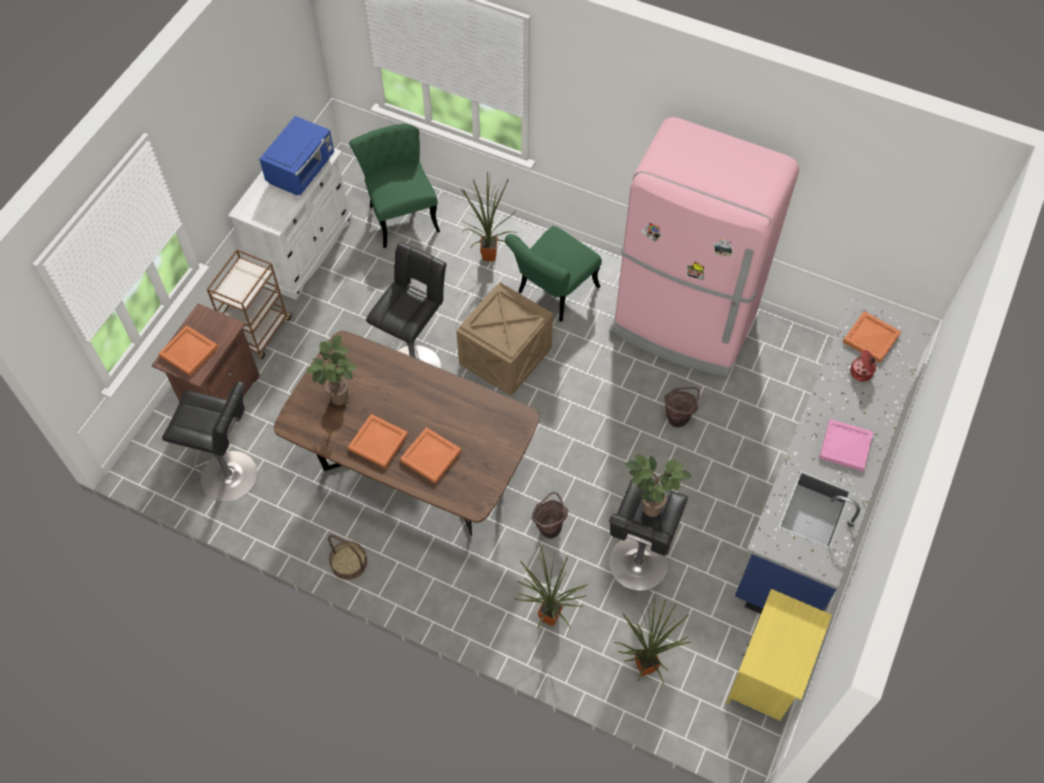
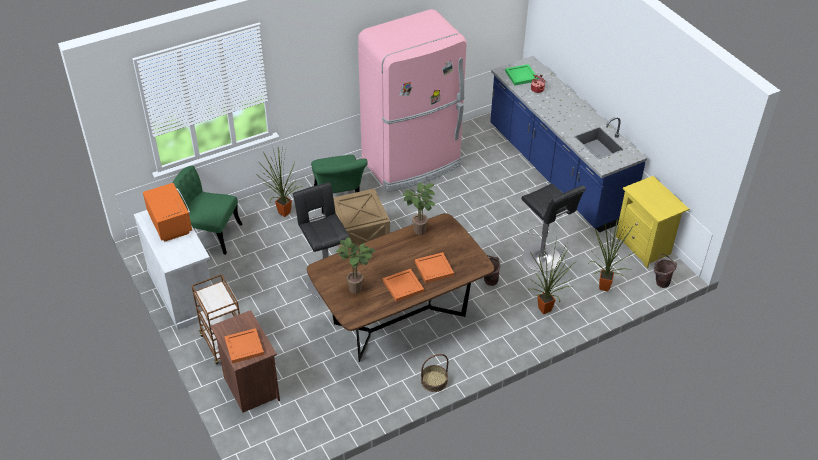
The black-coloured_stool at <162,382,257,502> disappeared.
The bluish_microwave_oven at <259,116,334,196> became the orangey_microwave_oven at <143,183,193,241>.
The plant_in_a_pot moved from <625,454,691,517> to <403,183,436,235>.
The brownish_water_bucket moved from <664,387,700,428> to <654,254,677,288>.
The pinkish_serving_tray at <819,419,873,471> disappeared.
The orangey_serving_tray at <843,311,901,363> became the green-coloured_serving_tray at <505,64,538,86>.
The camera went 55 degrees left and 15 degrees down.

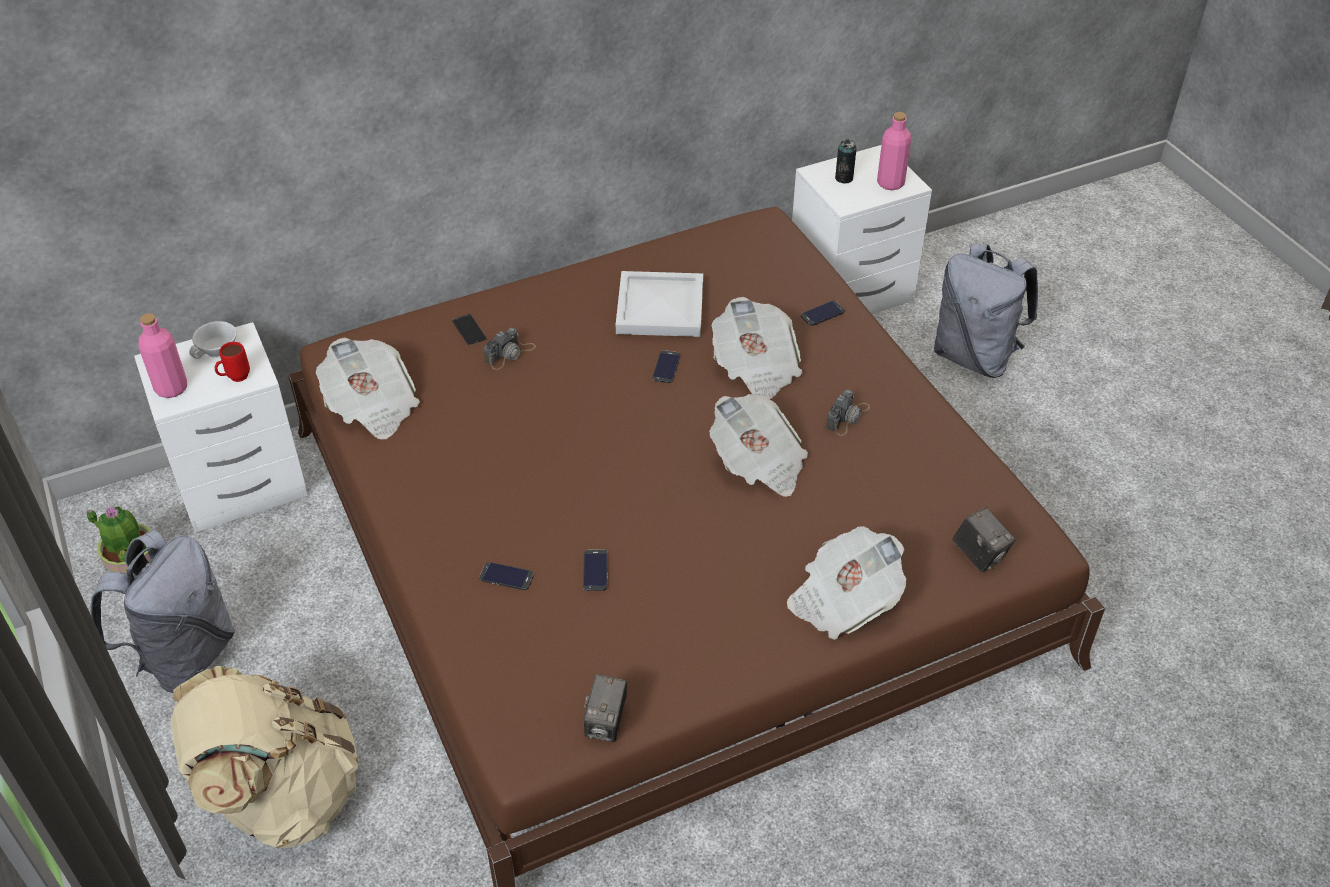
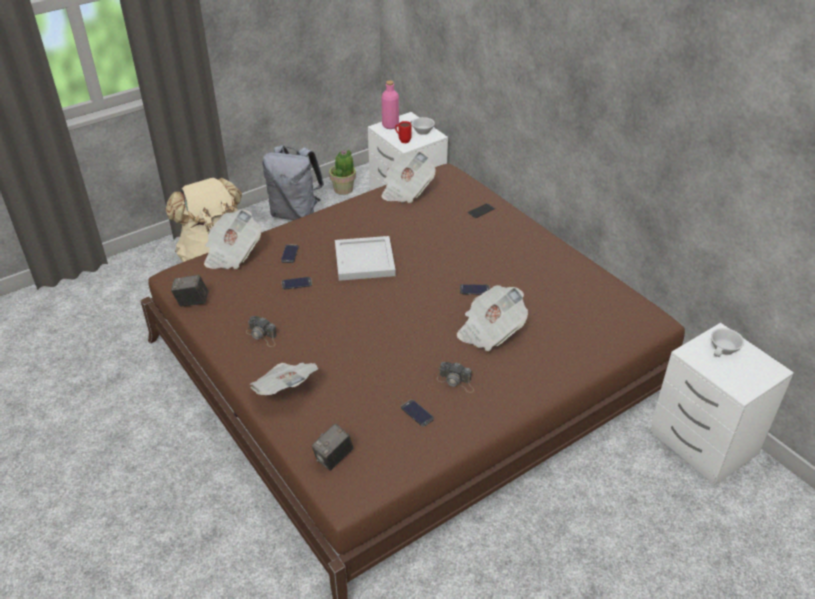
The still_camera moved from <484,328,536,370> to <246,316,277,347>.
The white-coloured_serving_tray moved from <616,271,703,337> to <335,236,396,281>.
The newspaper moved from <709,394,808,497> to <204,210,261,269>.
The handset moved from <801,301,845,326> to <401,399,434,427>.
The sealed_can at <835,139,857,183> was replaced by the white-coloured_small_cup at <711,328,744,357>.
The pinkish_beverage_bottle at <877,112,911,190> disappeared.
The gray_knapsack at <934,244,1038,378> disappeared.
The camera went 80 degrees right and 5 degrees down.

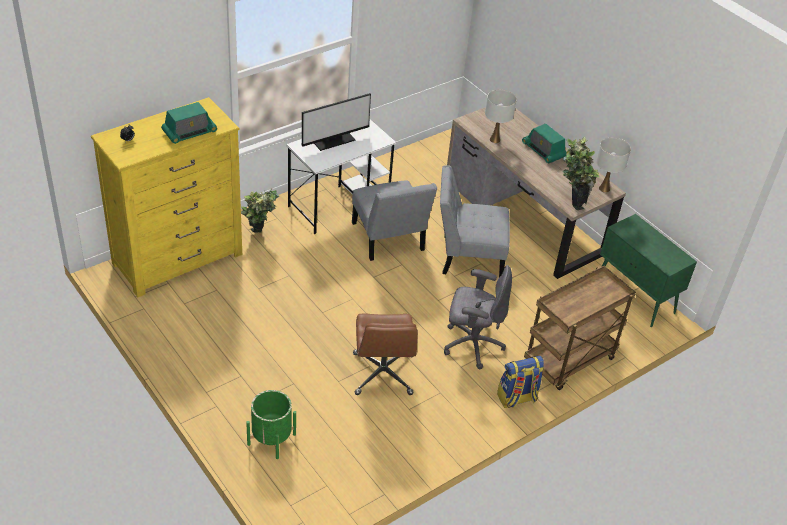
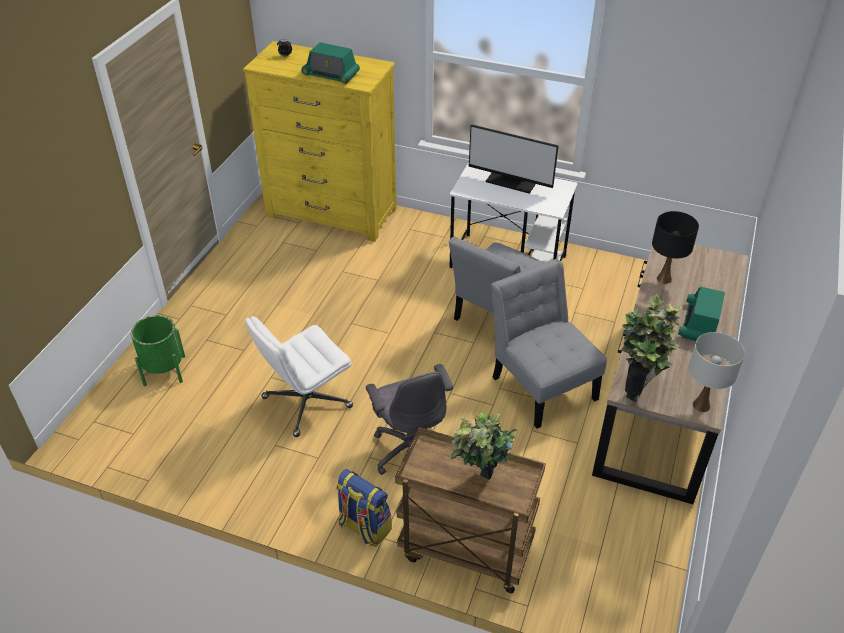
The plant_in_a_pot moved from <241,189,279,233> to <450,413,517,480>.
The brownish_computer_chair at <353,313,418,395> became the white-coloured_computer_chair at <245,316,353,437>.
The white-coloured_lamp_for_a_table at <485,90,517,143> became the black-coloured_lamp_for_a_table at <652,211,699,284>.
The green-coloured_storage_cabinet at <600,214,697,327> disappeared.
The camera went 60 degrees right and 0 degrees up.

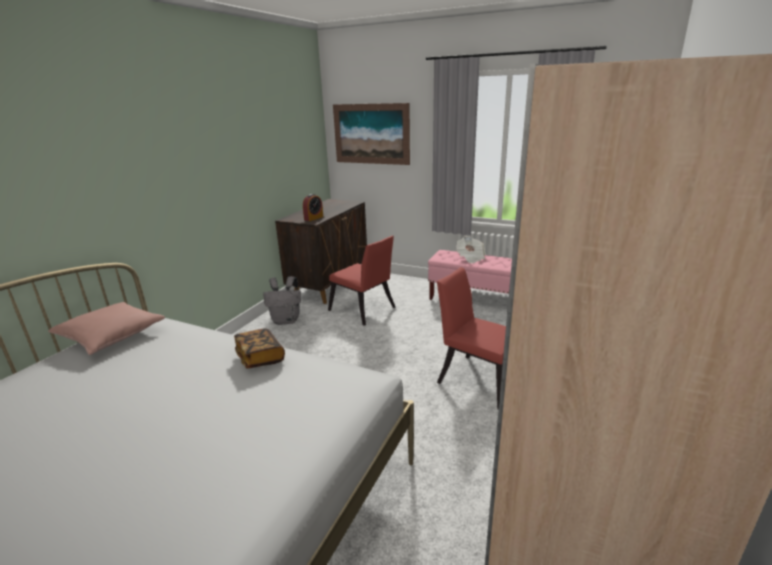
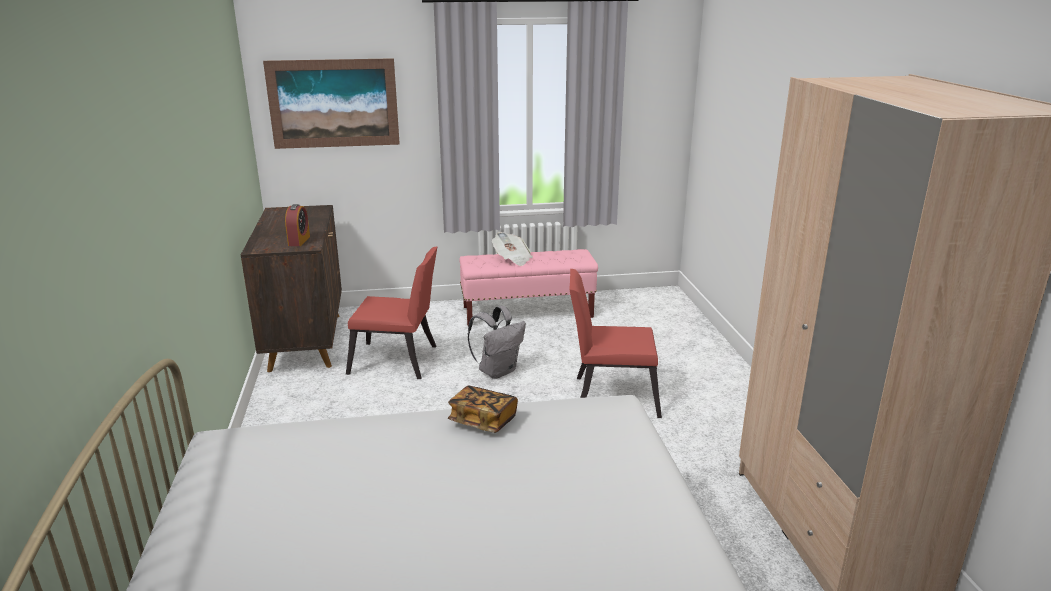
The pinkish_pillow at <48,302,165,355> disappeared.
The gray_knapsack moved from <263,276,301,325> to <468,306,526,379>.
The camera went 35 degrees left and 0 degrees up.

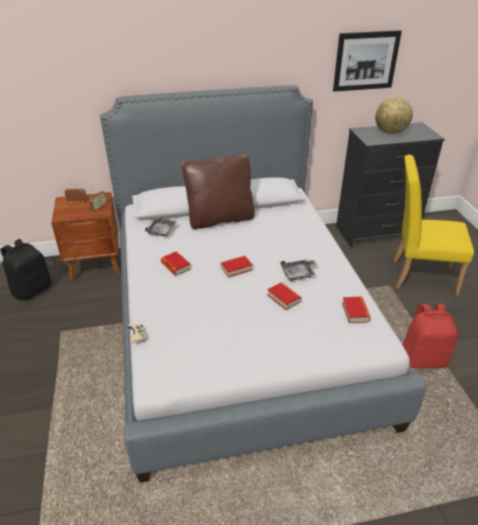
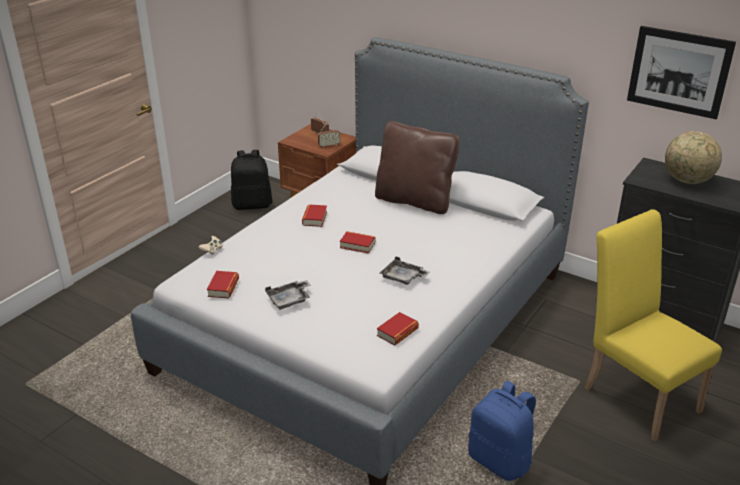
The gray_serving_tray moved from <145,216,177,237> to <265,280,311,310>.
The volume moved from <267,282,302,310> to <207,271,239,299>.
The reddish_knapsack at <403,304,458,368> became the bluish_knapsack at <468,381,536,481>.
The camera went 45 degrees right and 5 degrees down.

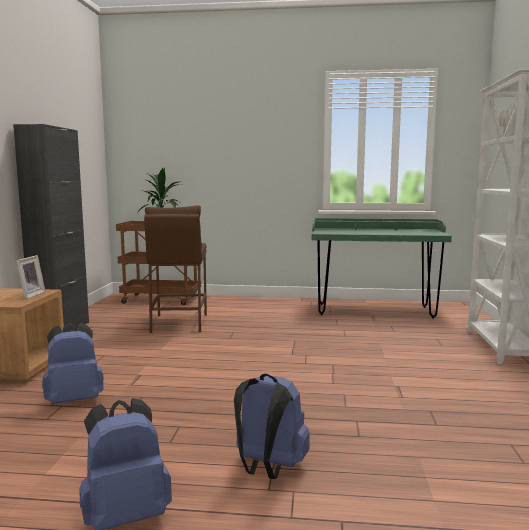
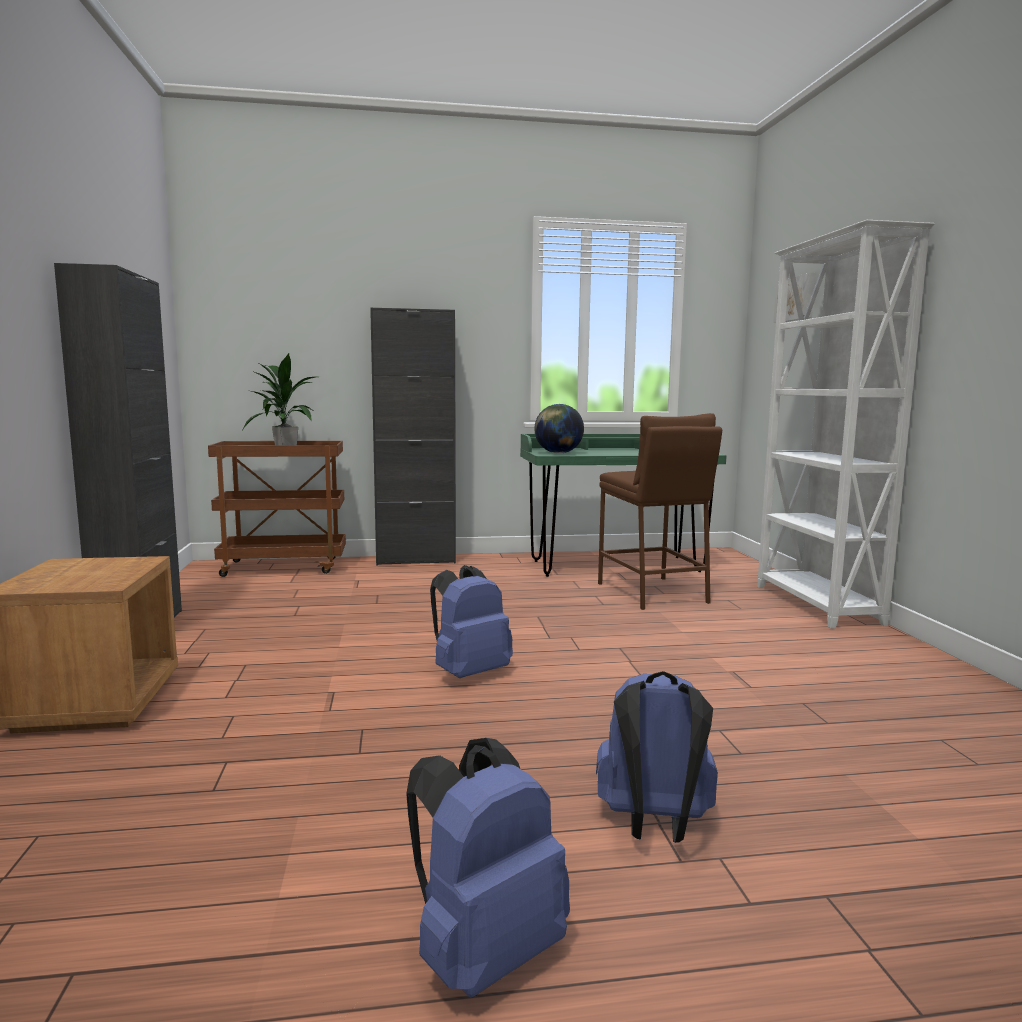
The standing_frame at <16,255,46,299> disappeared.
The bluish_knapsack moved from <42,323,104,404> to <430,565,513,678>.
The brownish_stool moved from <144,205,207,333> to <598,413,722,610>.
The black-coloured_storage_cabinet at <370,308,456,566> appeared.
The desk_globe at <534,404,584,453> appeared.
The camera went 15 degrees left and 0 degrees up.

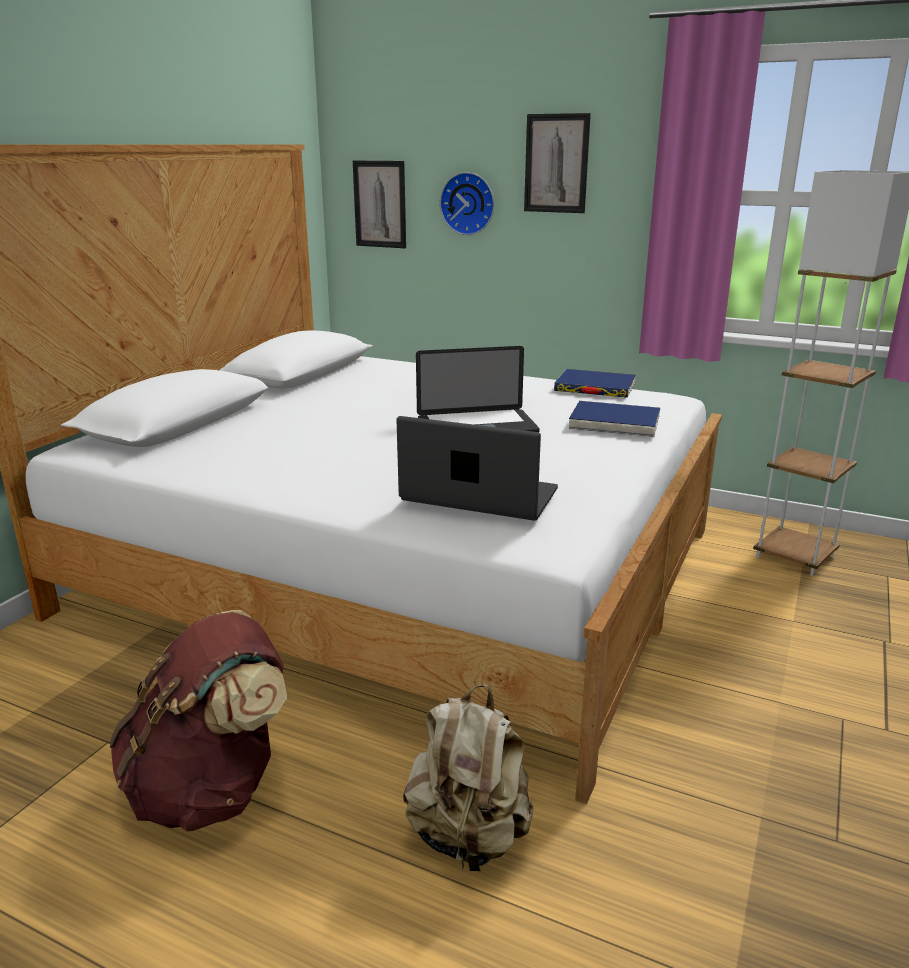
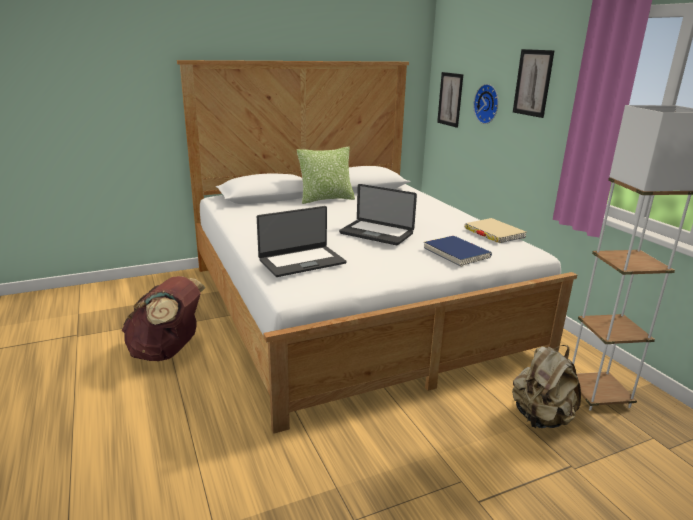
The portable_computer at <396,416,558,521> turned 90 degrees clockwise.
The beige_knapsack moved from <403,685,533,874> to <512,345,581,428>.
The bluish_volume at <554,369,636,398> became the beige_volume at <464,218,526,243>.
The pillow at <297,147,355,204> appeared.
The camera went 40 degrees right and 0 degrees up.

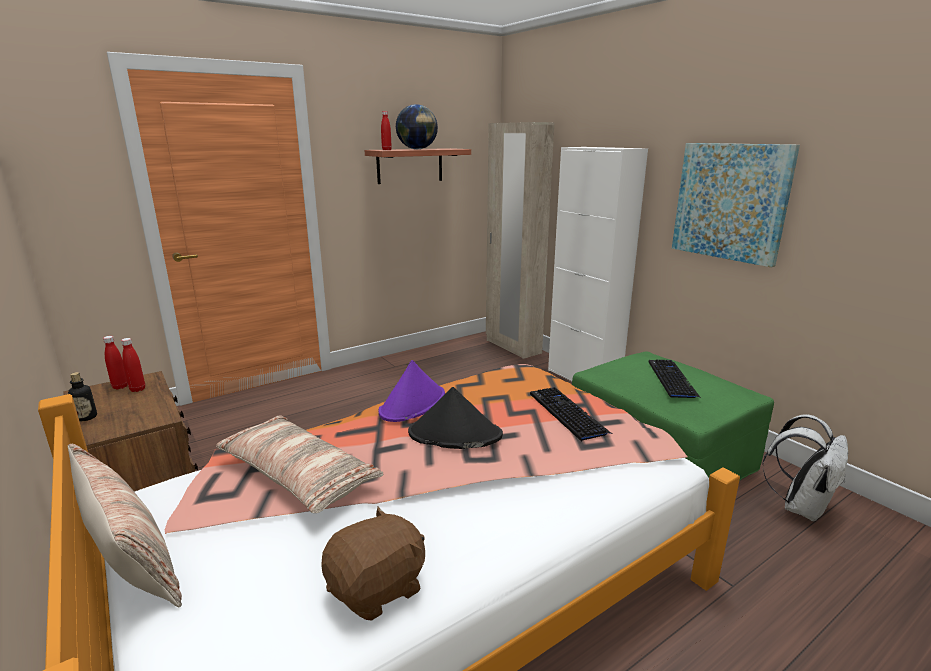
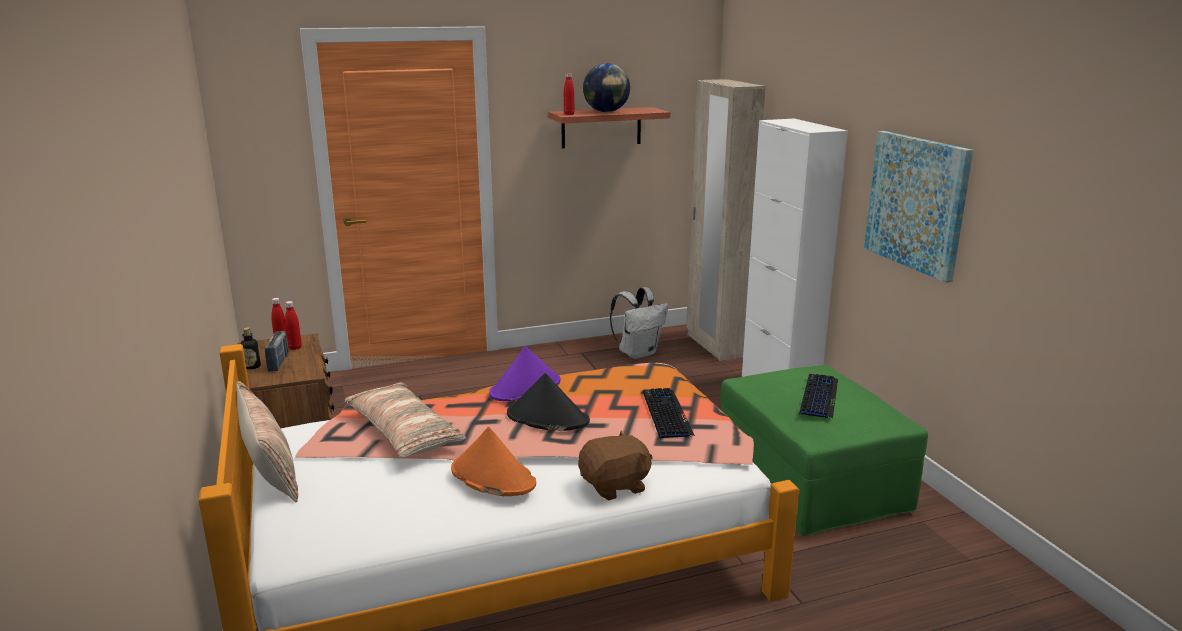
The brownish_cuddly_toy moved from <321,506,425,621> to <578,431,653,500>.
The white-coloured_knapsack moved from <762,414,848,521> to <610,287,668,359>.
The radio_set at <265,331,288,372> appeared.
The orangey_clothing_hat at <451,427,536,496> appeared.
The camera went 15 degrees right and 0 degrees up.

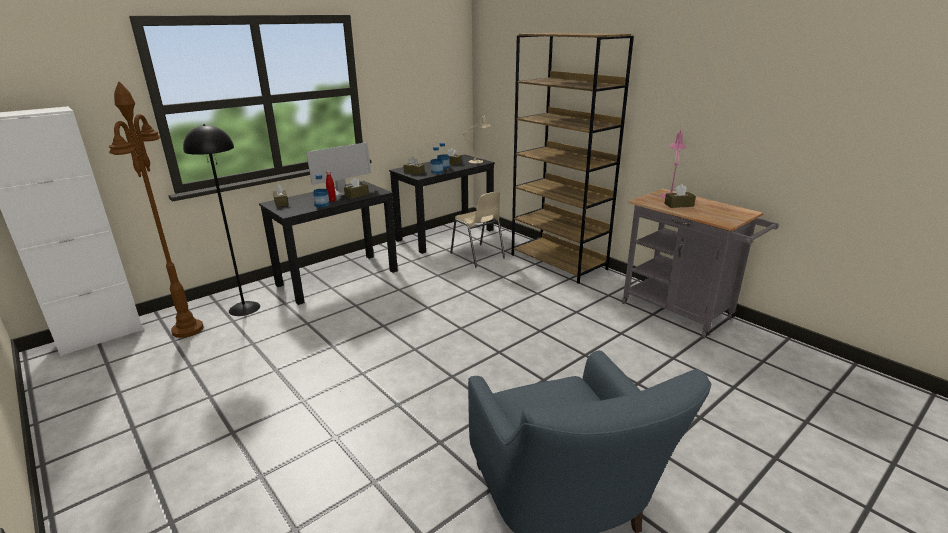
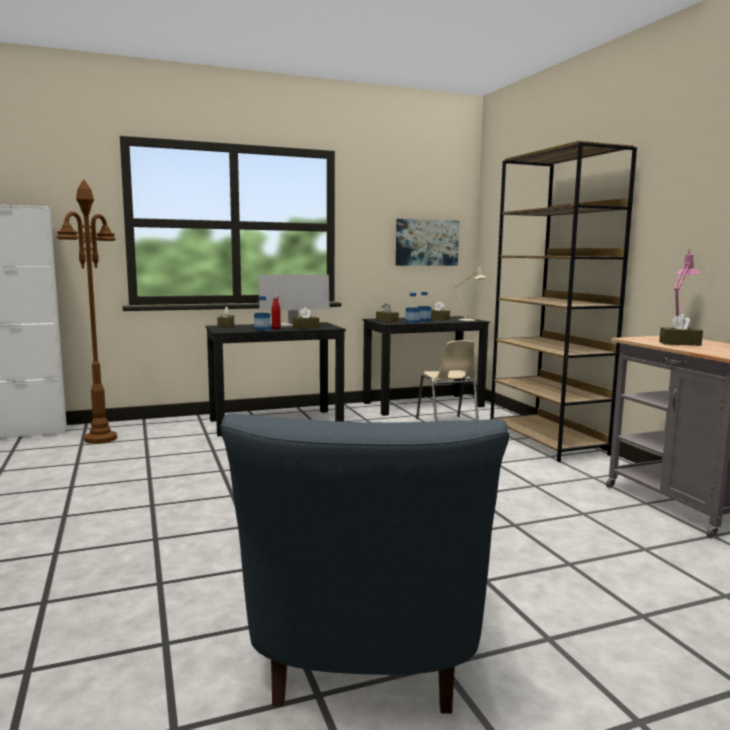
The black-coloured_floor_lamp at <183,124,260,316> disappeared.
The picture at <396,219,459,266> appeared.
The camera went 20 degrees right and 15 degrees down.

